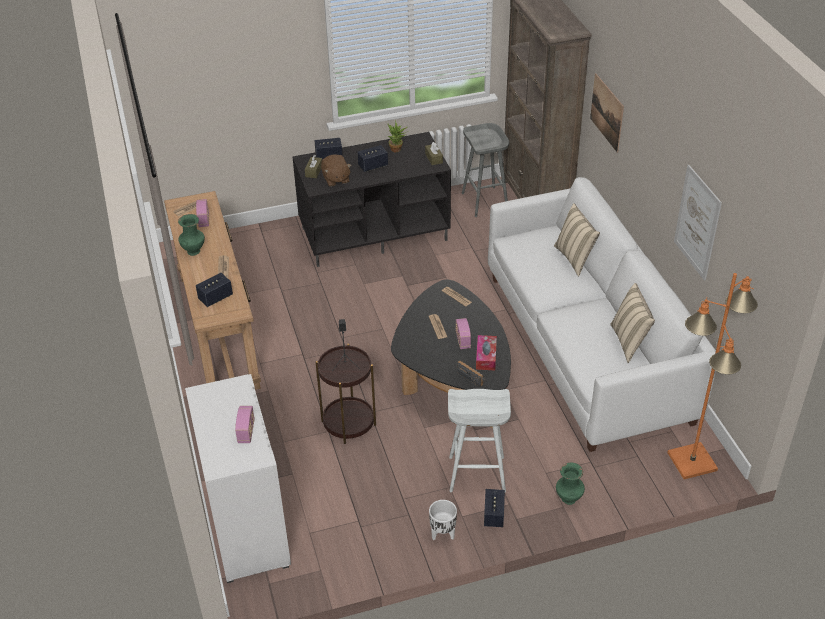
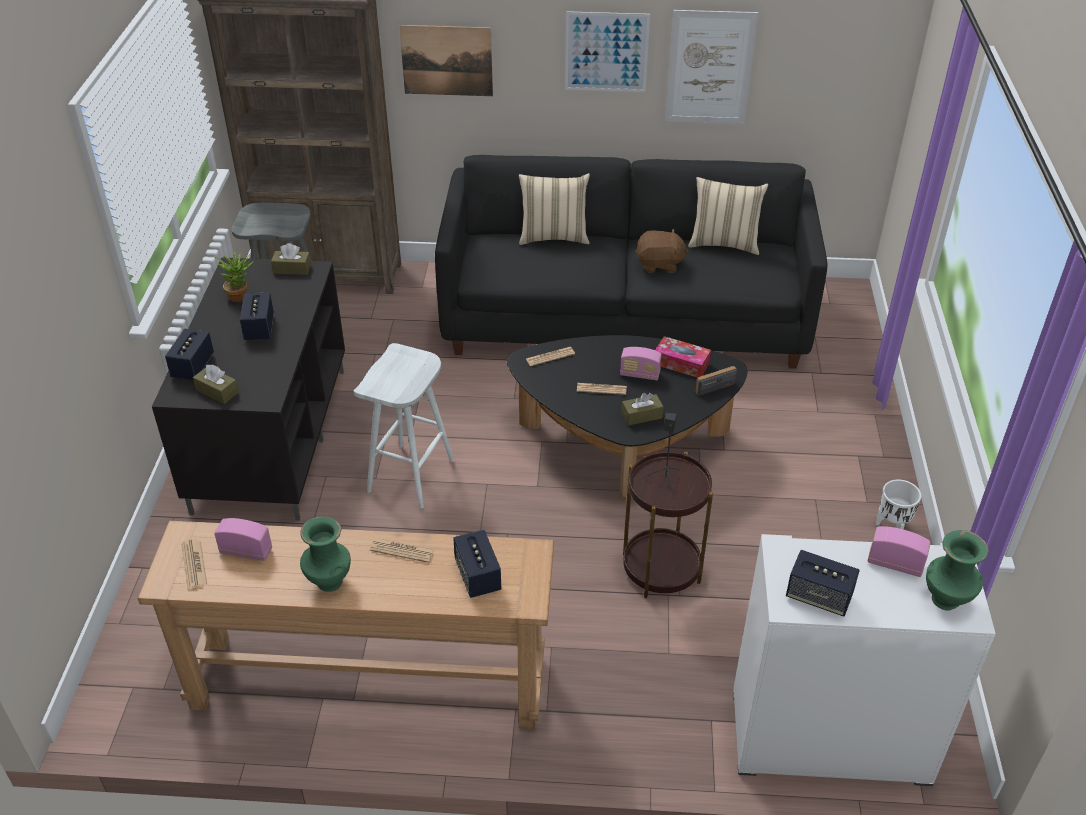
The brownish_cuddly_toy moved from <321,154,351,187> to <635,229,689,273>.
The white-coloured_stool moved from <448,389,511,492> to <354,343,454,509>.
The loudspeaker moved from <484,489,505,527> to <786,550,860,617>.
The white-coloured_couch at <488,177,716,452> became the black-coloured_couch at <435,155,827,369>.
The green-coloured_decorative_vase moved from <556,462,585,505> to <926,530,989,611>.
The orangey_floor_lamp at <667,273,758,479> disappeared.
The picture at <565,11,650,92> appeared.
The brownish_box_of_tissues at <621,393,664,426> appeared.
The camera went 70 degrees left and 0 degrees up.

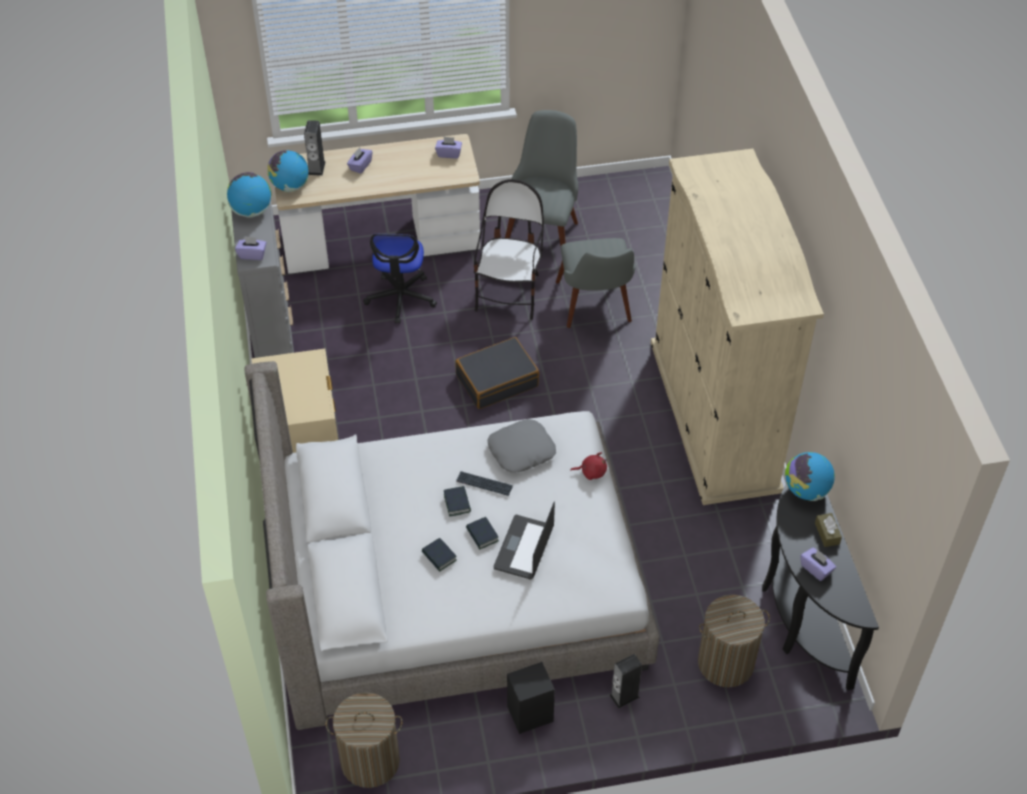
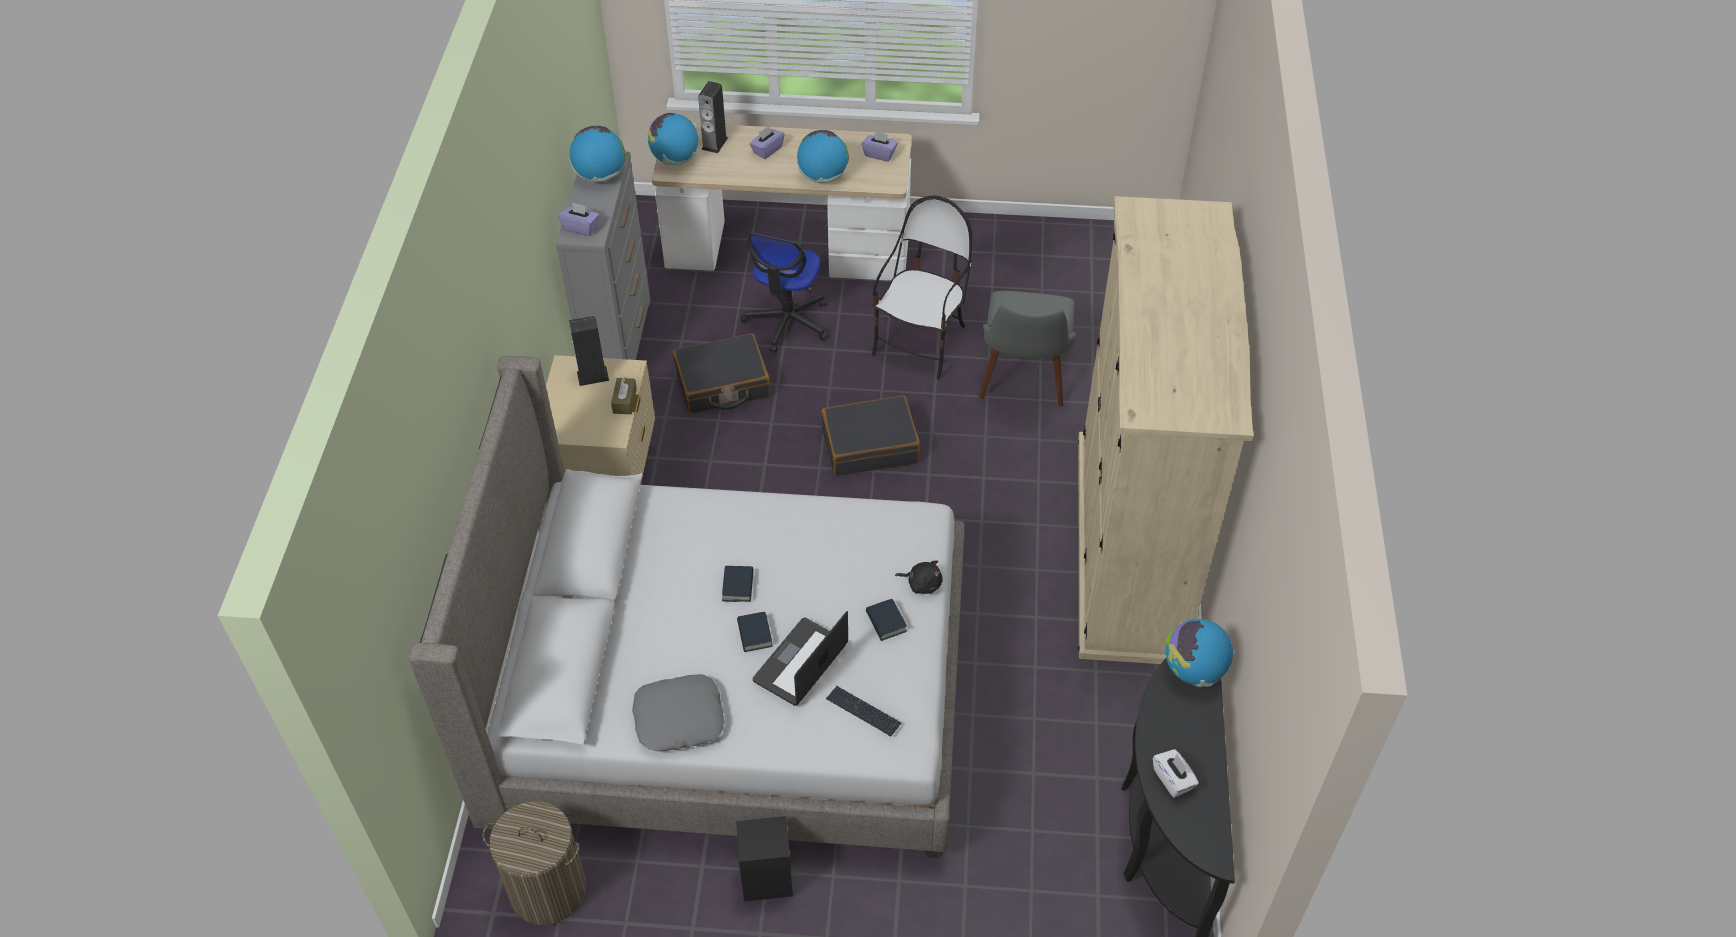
The volume moved from <422,538,457,572> to <866,599,907,641>.
The PC_keyboard moved from <456,472,513,496> to <826,686,901,737>.
The gray_pillow moved from <487,419,556,473> to <632,674,724,751>.
The gray_plain_chair at <505,110,578,245> disappeared.
The reddish_cuddly_toy at <570,452,607,480> became the black-coloured_cuddly_toy at <895,560,943,594>.
The loudspeaker moved from <609,654,642,709> to <569,316,609,386>.
The washing_basket at <698,594,770,687> disappeared.
The purplish_box_of_tissues at <800,547,836,581> became the white-coloured_box_of_tissues at <1153,749,1199,798>.
The brownish_box_of_tissues moved from <815,513,842,547> to <611,377,637,414>.
The black-coloured_piece_of_luggage at <673,333,771,414> appeared.
The desk_globe at <797,130,849,183> appeared.
The camera went 15 degrees right and 0 degrees up.

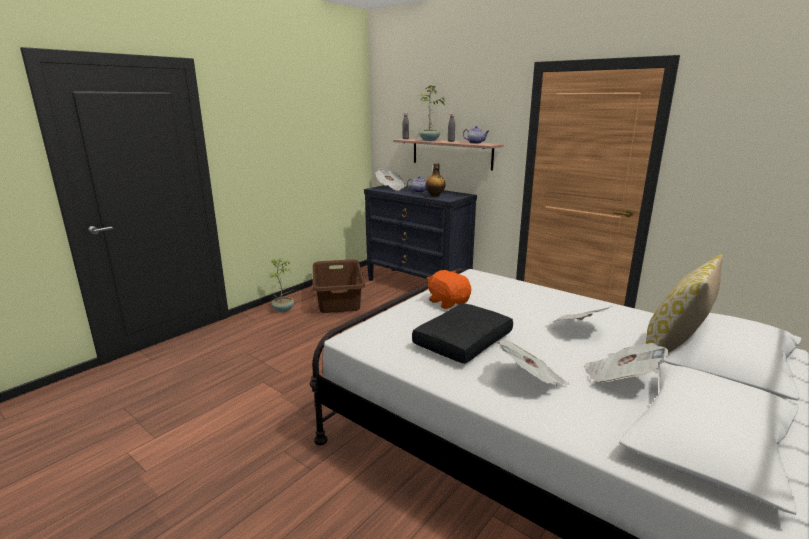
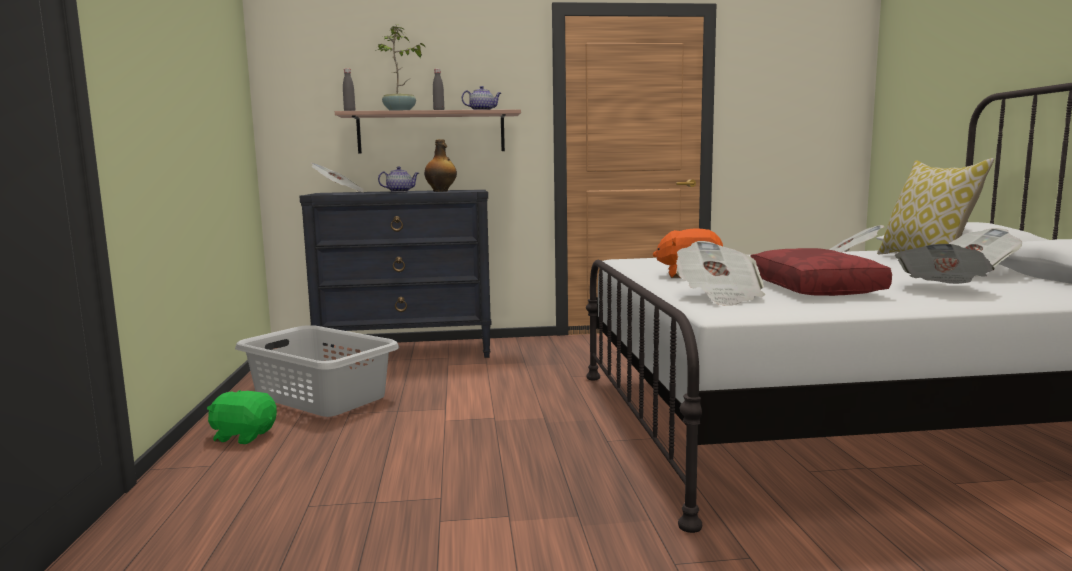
The plant_in_a_pot at <269,258,294,312> was replaced by the green-coloured_cuddly_toy at <207,390,277,444>.
The brownish_washing_basket at <313,259,365,313> became the gray_washing_basket at <235,325,399,417>.
The black-coloured_pillow at <412,303,513,364> became the reddish_pillow at <750,248,892,296>.
The newspaper at <676,241,765,306> appeared.
The camera went 45 degrees left and 10 degrees down.

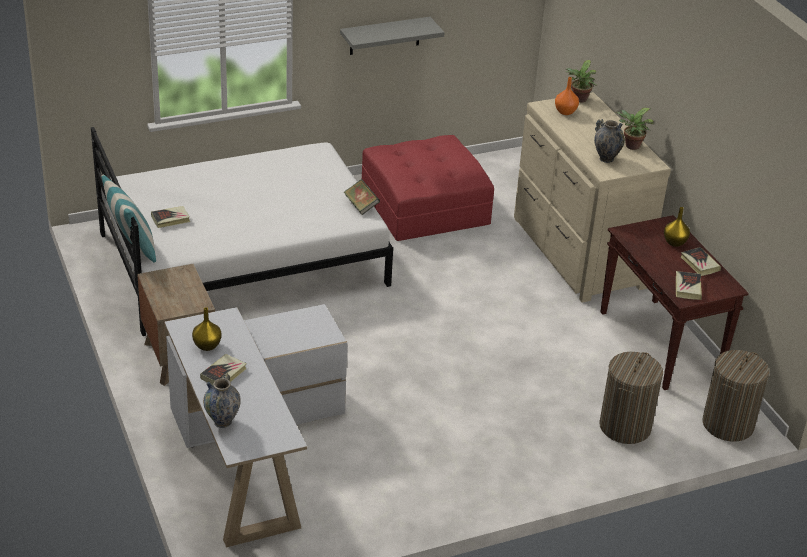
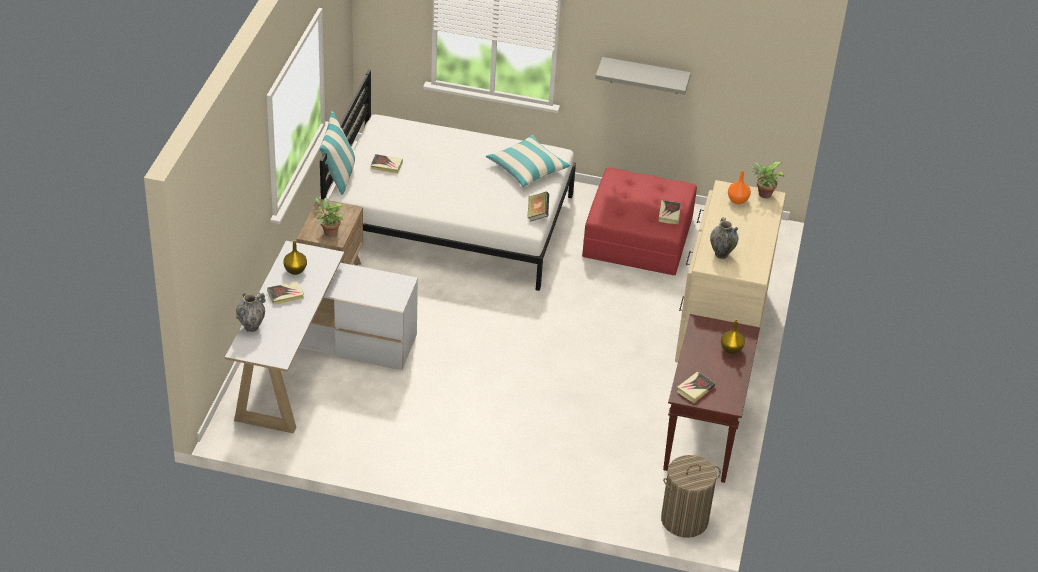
The washing_basket at <600,352,663,444> disappeared.
The plant_in_a_pot moved from <615,108,654,150> to <315,197,343,236>.
The volume moved from <681,247,721,276> to <658,200,681,224>.
The pillow at <486,135,571,187> appeared.
The camera went 35 degrees right and 5 degrees up.

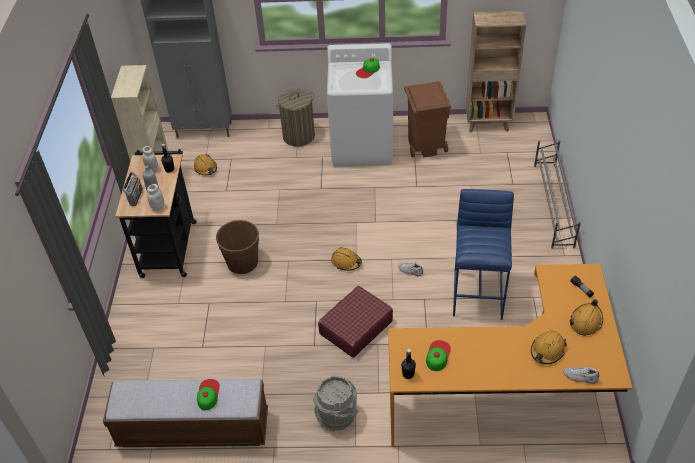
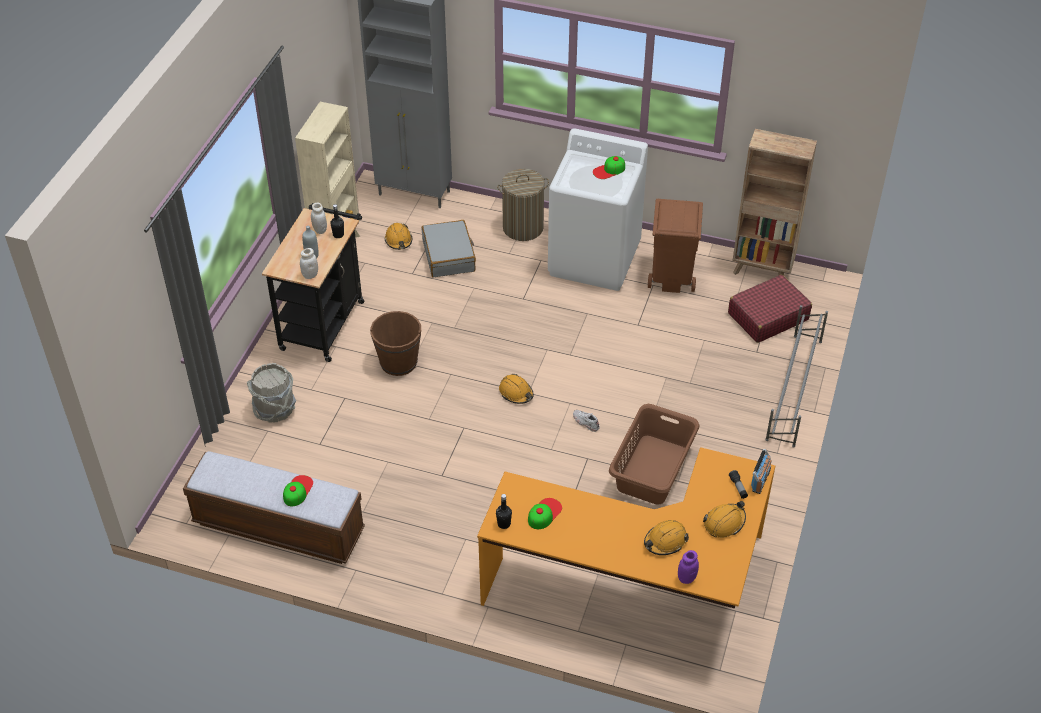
The radio_set moved from <123,172,143,206> to <751,449,772,494>.
The gray_water_bucket moved from <313,375,358,431> to <247,363,296,423>.
The reddish_piece_of_luggage moved from <318,286,393,358> to <728,275,812,343>.
The bluish_stool at <453,189,514,320> was replaced by the brownish_washing_basket at <609,404,699,505>.
The white-coloured_low_shoe at <563,366,599,384> was replaced by the purplish_preserve_jar at <678,550,699,584>.
The gray_piece_of_luggage at <421,220,476,278> appeared.
The camera went 15 degrees right and 0 degrees up.

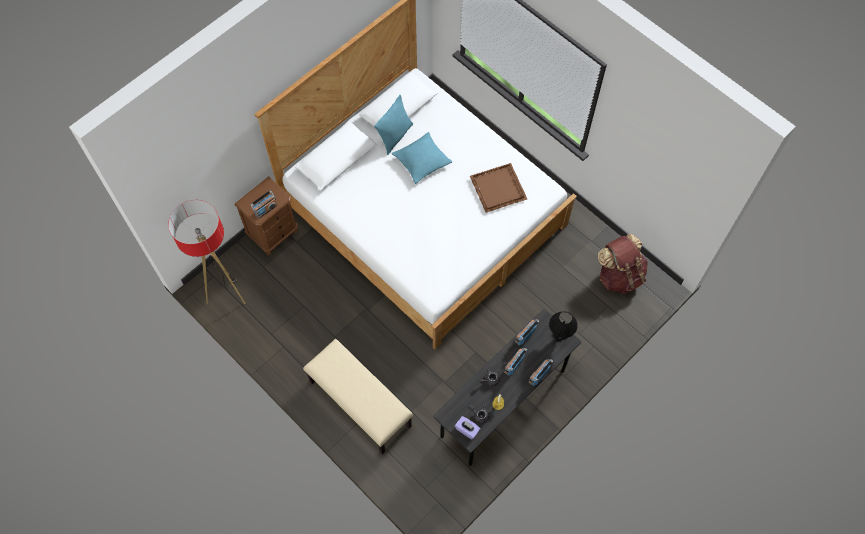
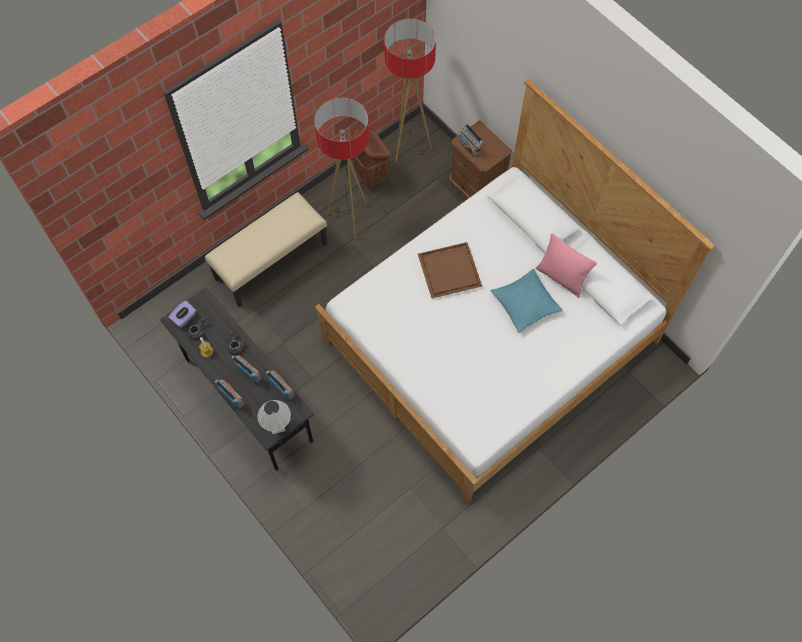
The turquoise-coloured_pillow at <374,95,413,155> became the pinkish_pillow at <535,233,597,298>.
The brownish_serving_tray moved from <470,163,527,213> to <418,242,482,298>.
The black-coloured_lamp_for_a_table at <549,311,578,342> became the white-coloured_lamp_for_a_table at <257,400,291,434>.
The brownish_knapsack at <598,234,648,294> disappeared.
The floor_lamp at <314,98,369,239> appeared.
The brownish_washing_basket at <353,130,390,190> appeared.
The camera went 95 degrees right and 0 degrees up.

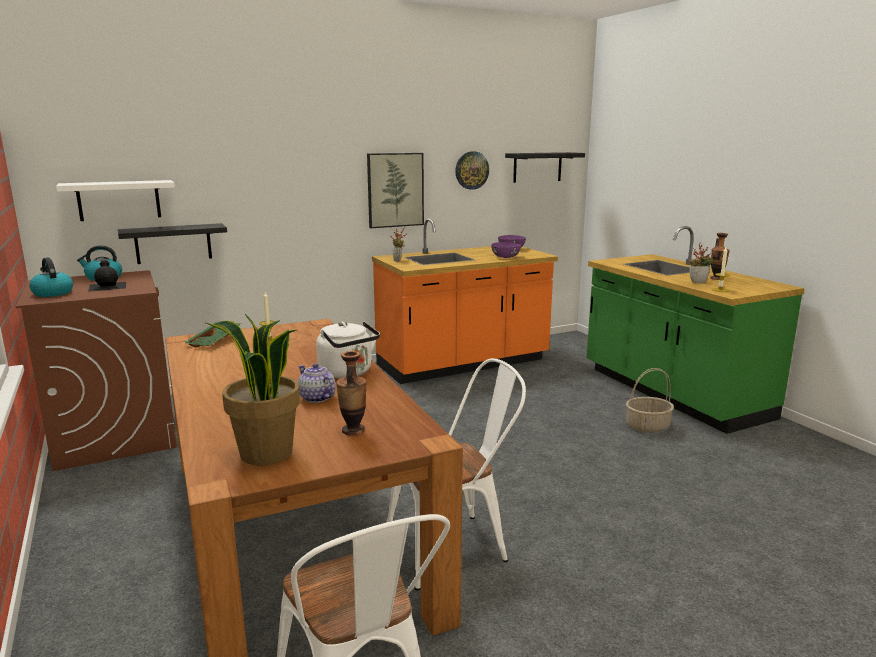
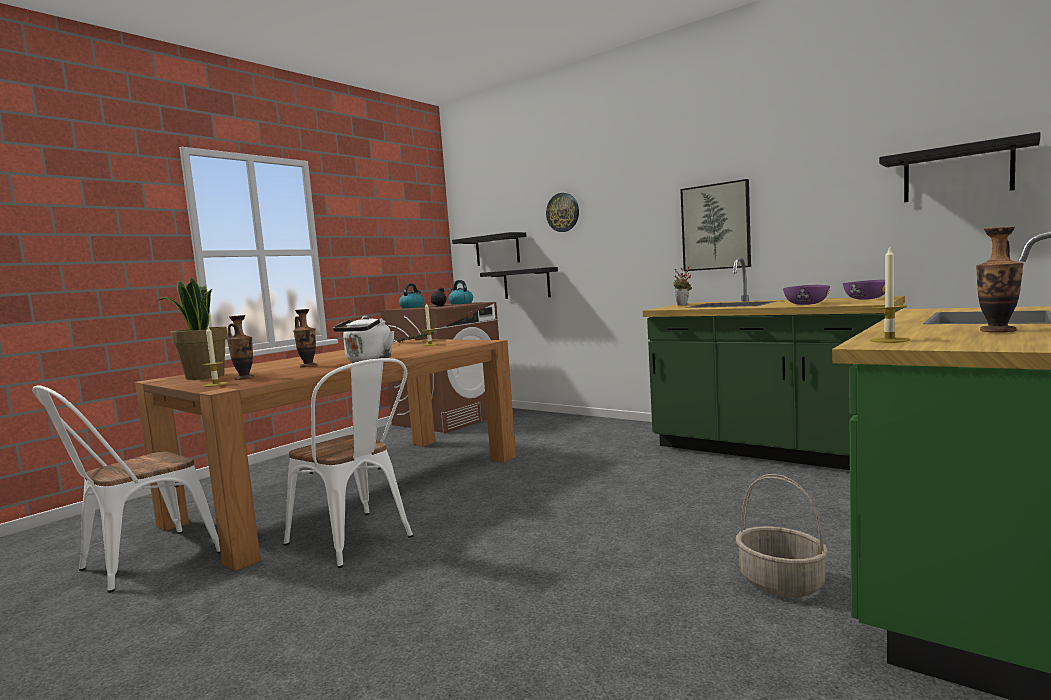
The white-coloured_wall_shelf at <56,180,175,221> became the black-coloured_wall_shelf at <452,232,527,266>.
The teapot at <298,364,335,403> was replaced by the decorative_vase at <293,309,317,367>.
The orangey_counter at <372,218,558,384> became the green-coloured_counter at <643,257,905,470>.
The wall_clock moved from <455,151,489,190> to <546,193,579,232>.
The plant_in_a_pot at <690,243,714,283> disappeared.
The candle at <203,327,228,387> appeared.
The camera went 65 degrees right and 10 degrees down.

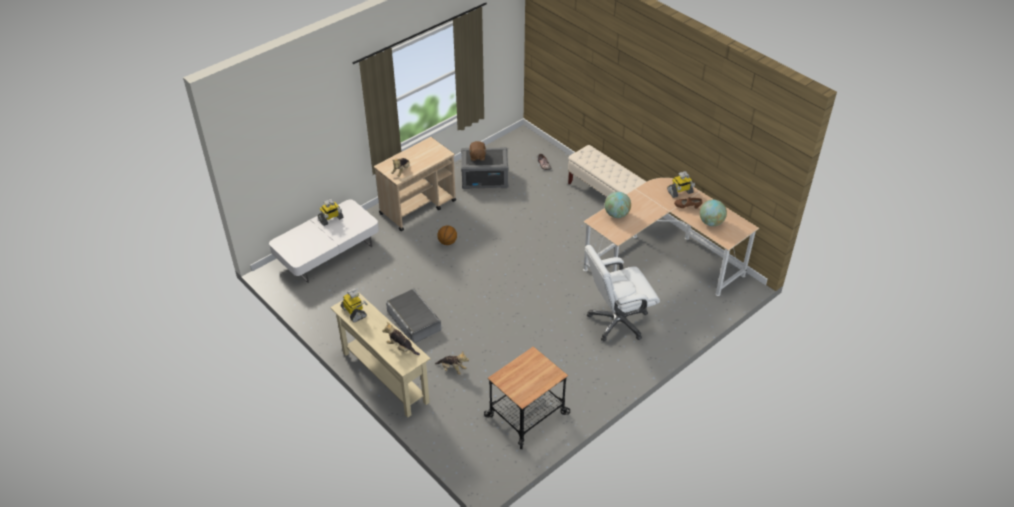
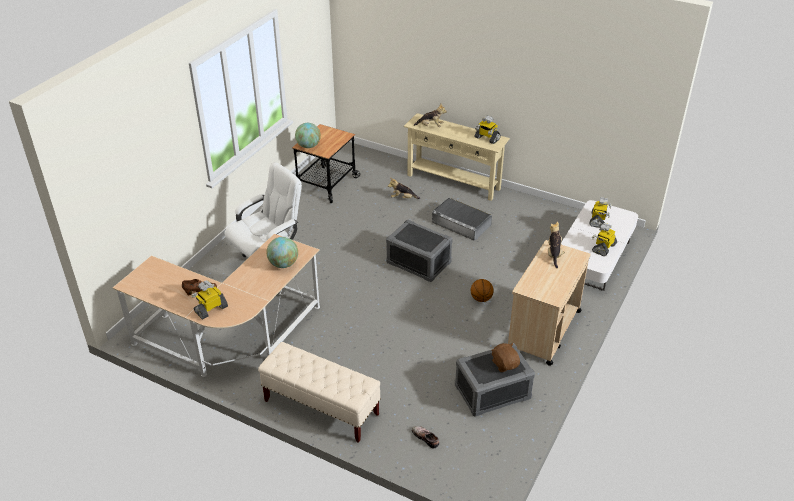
The desk_globe moved from <700,200,727,226> to <295,123,321,148>.
The gray_storage_container at <386,219,453,282> appeared.
The toy_robot at <589,197,612,228> appeared.
The camera went 160 degrees right and 5 degrees down.

